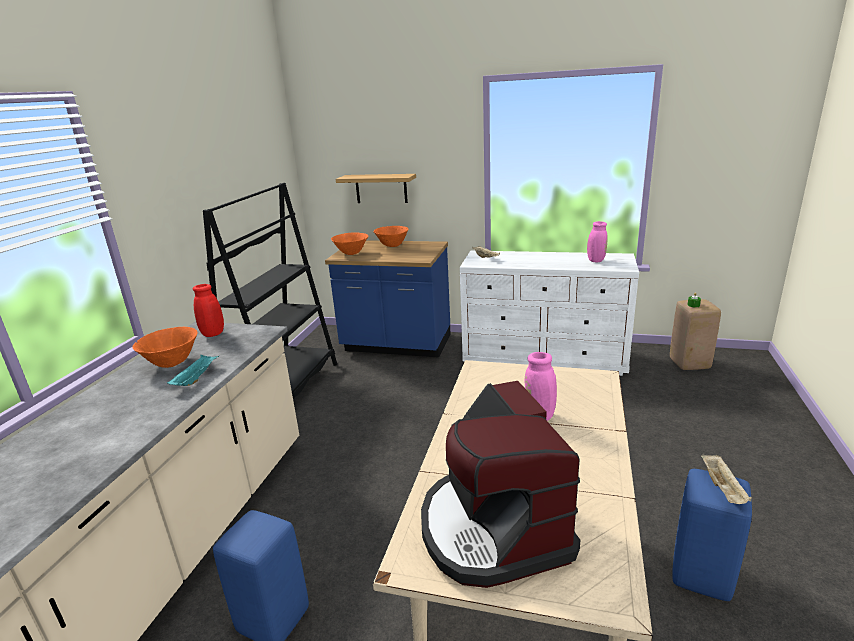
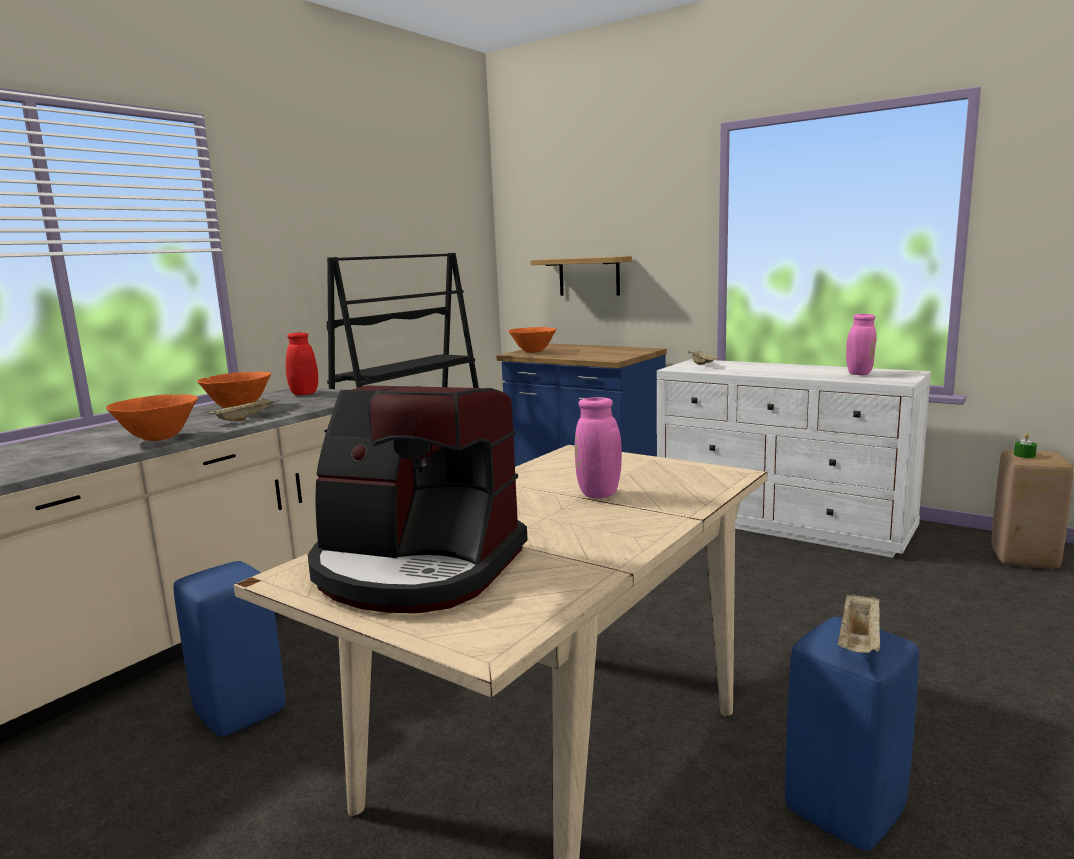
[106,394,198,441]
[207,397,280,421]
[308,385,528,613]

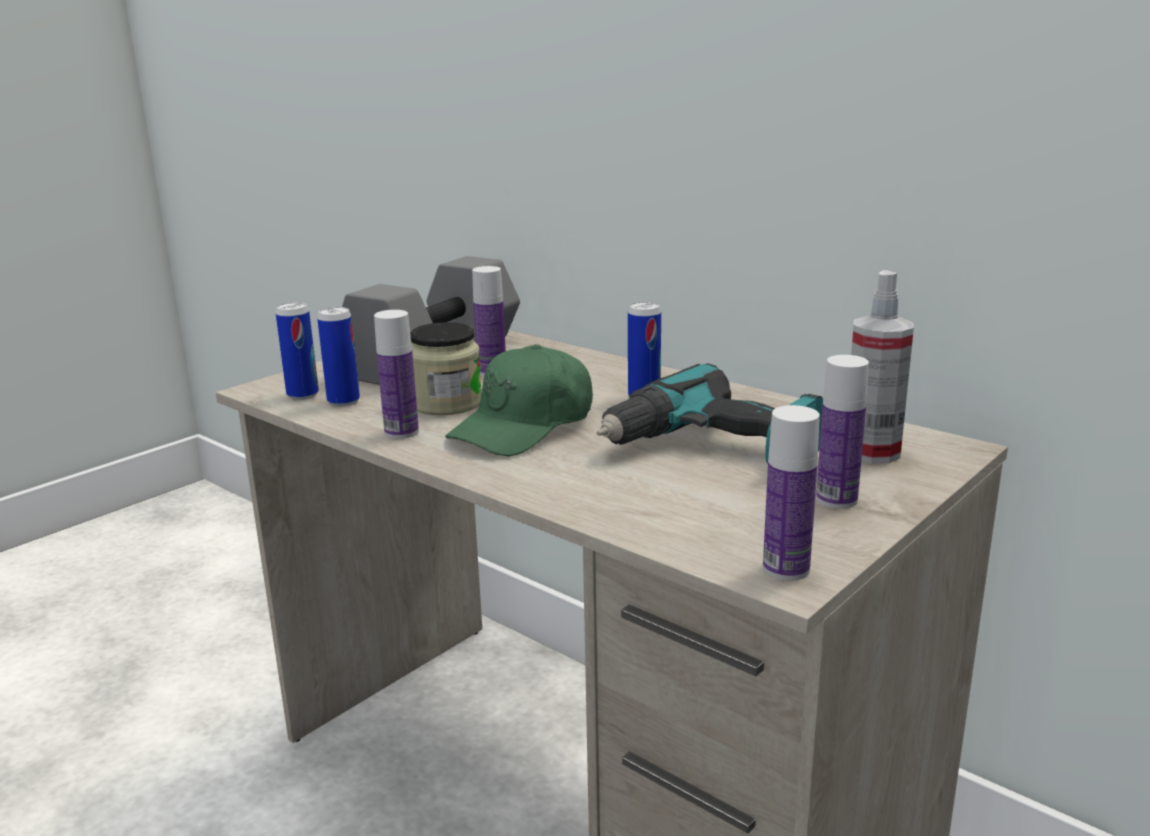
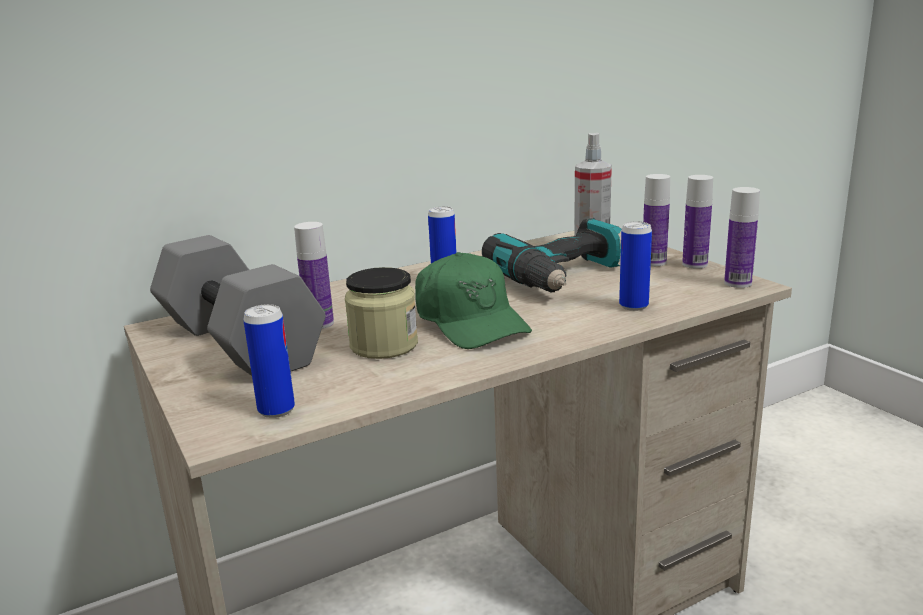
[619,221,652,311]
[682,175,713,269]

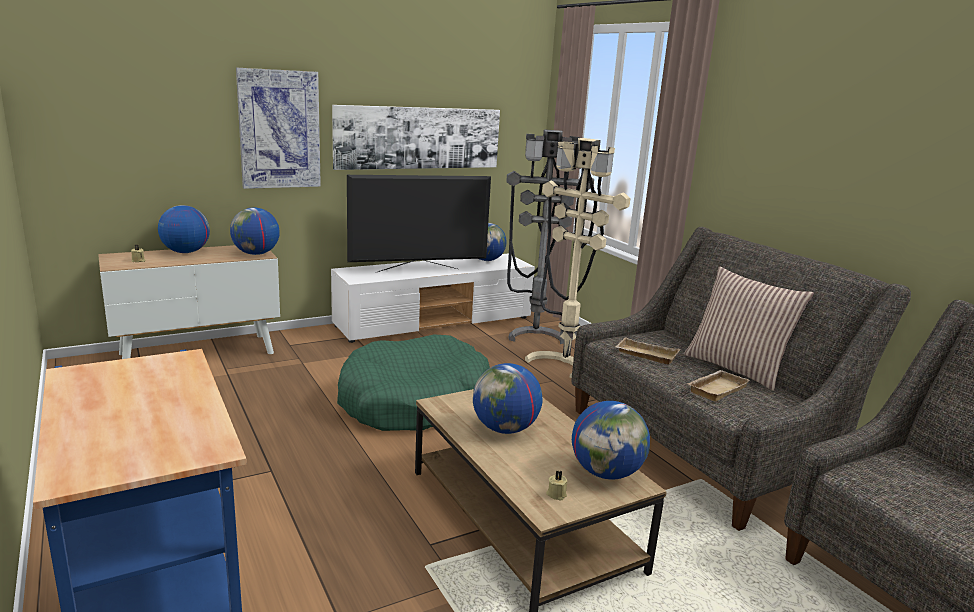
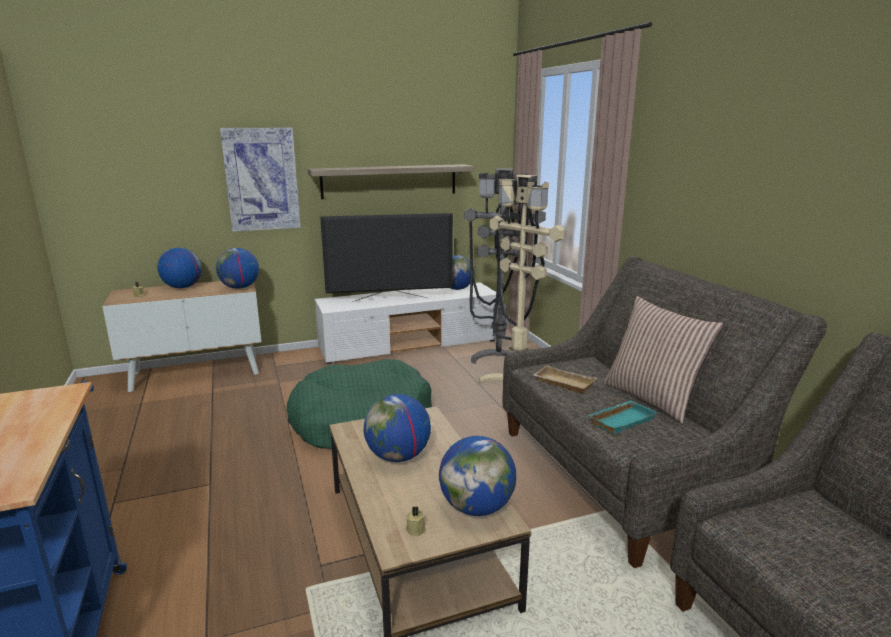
[307,164,474,199]
[589,401,657,434]

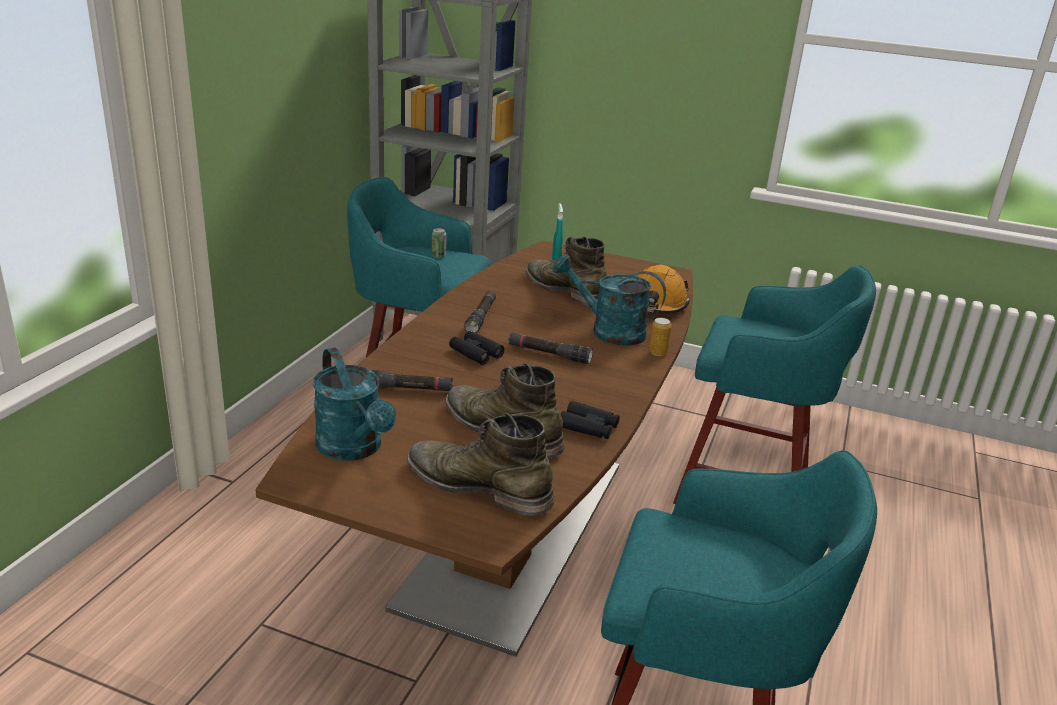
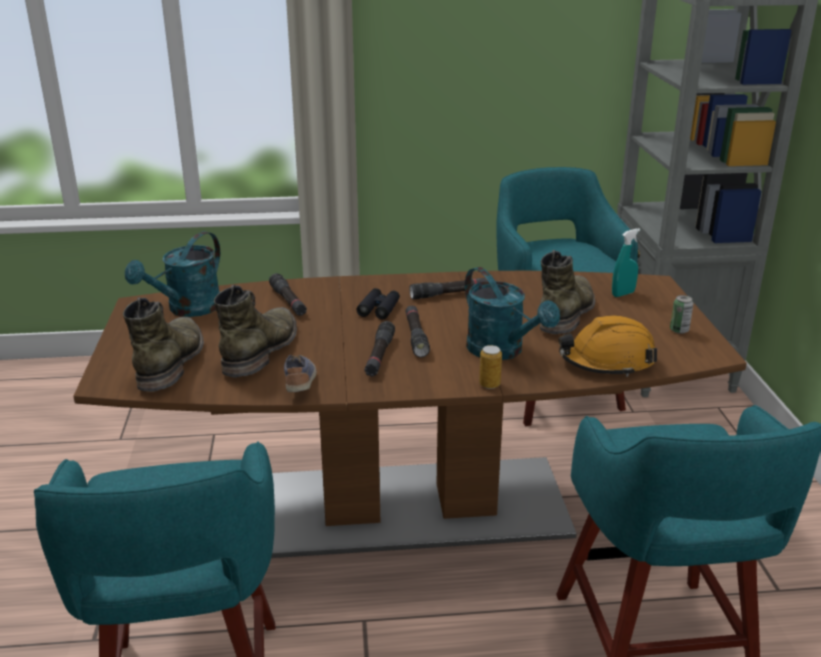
[670,295,693,334]
[465,267,560,360]
[284,355,317,392]
[365,321,395,377]

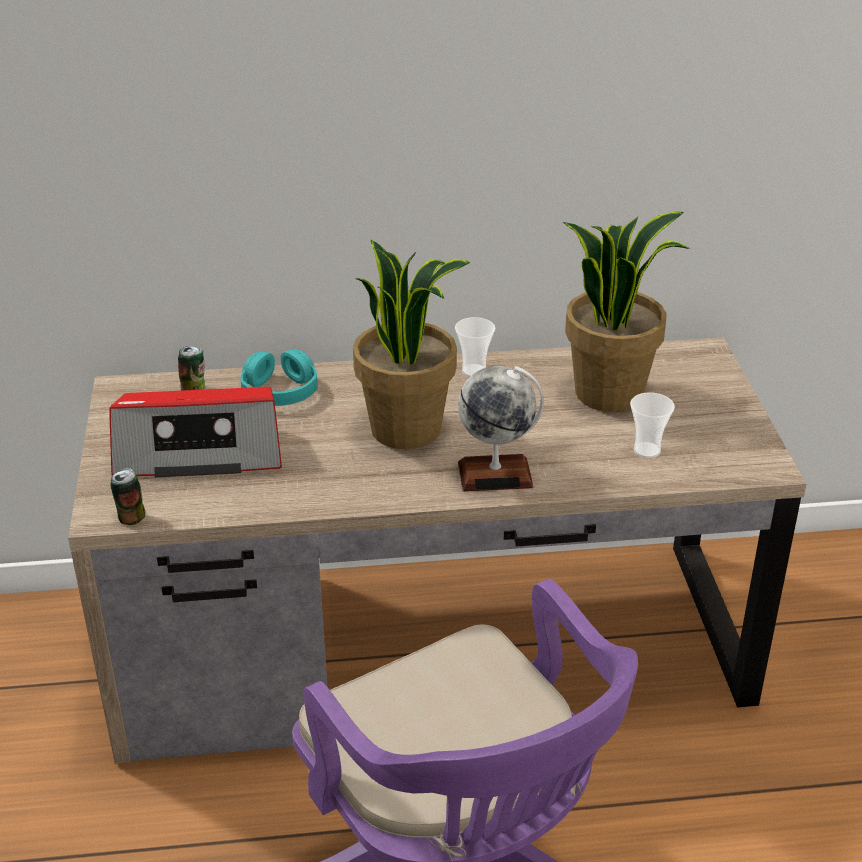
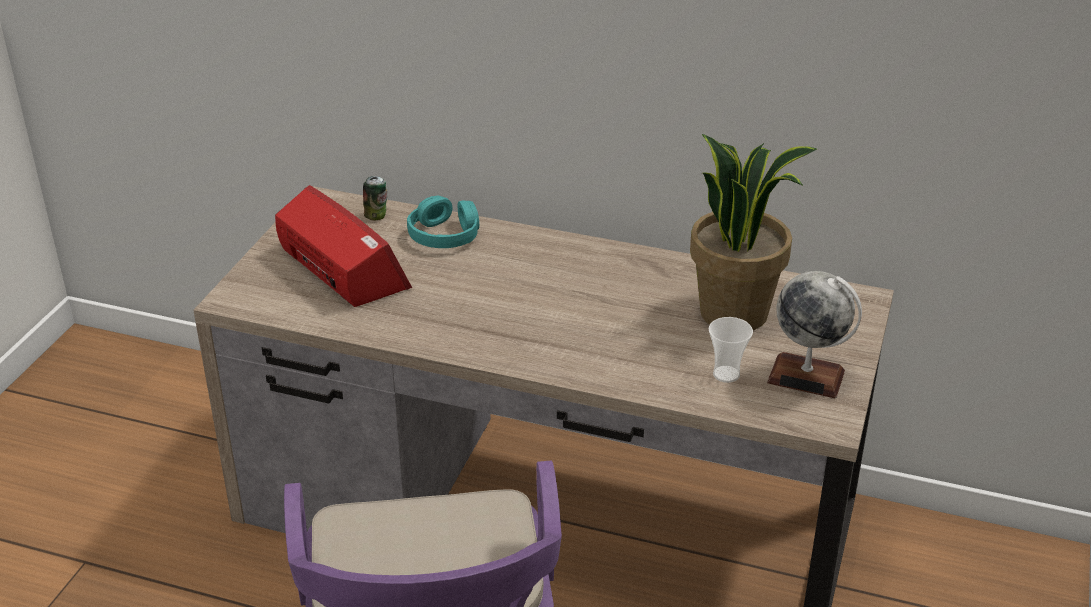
[353,240,470,449] (first image)
[455,317,495,377] (first image)
[767,271,862,398]
[275,185,412,307]
[111,468,145,525] (first image)

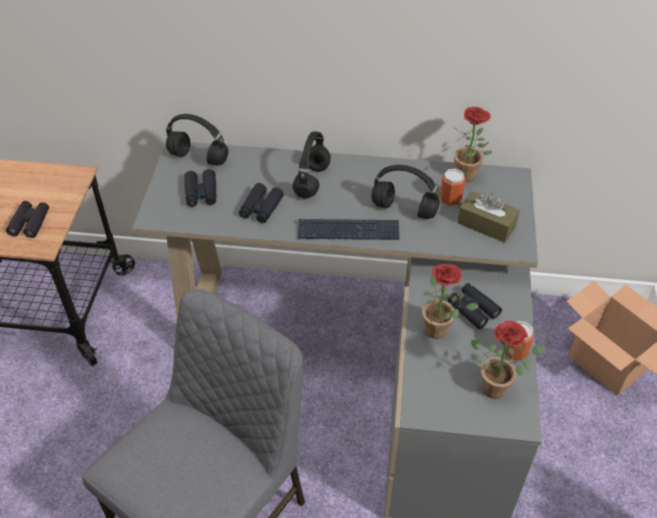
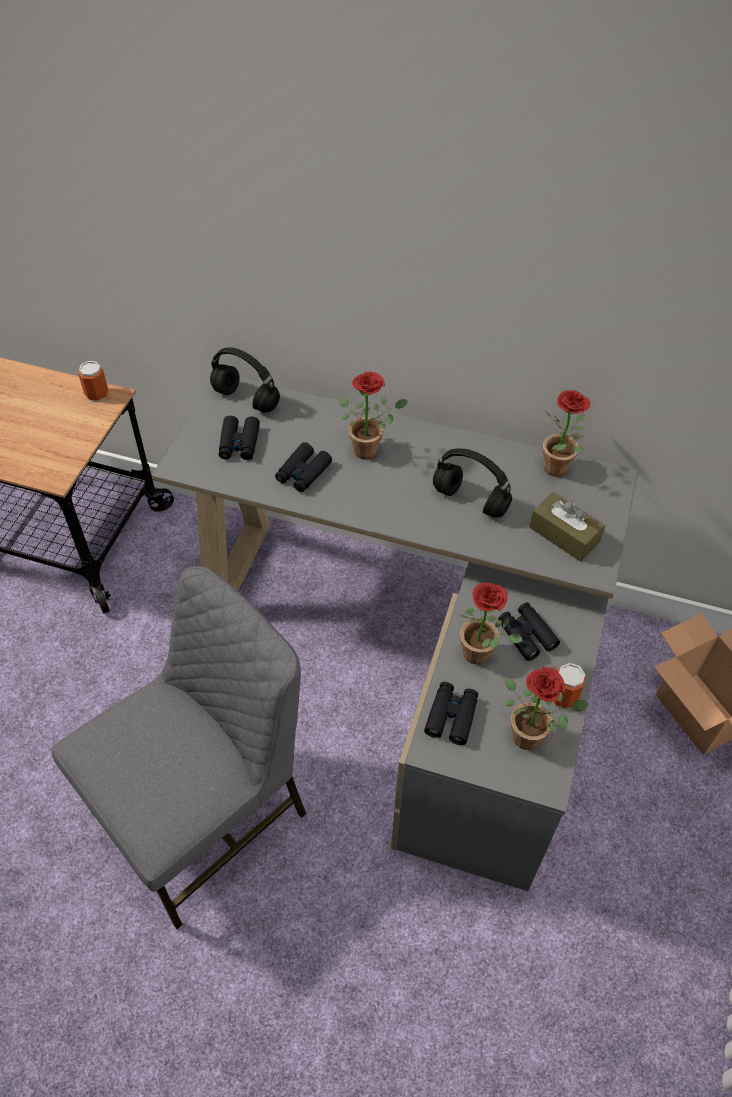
[339,372,408,460]
[78,361,108,401]
[424,682,478,745]
[298,219,400,240] (first image)

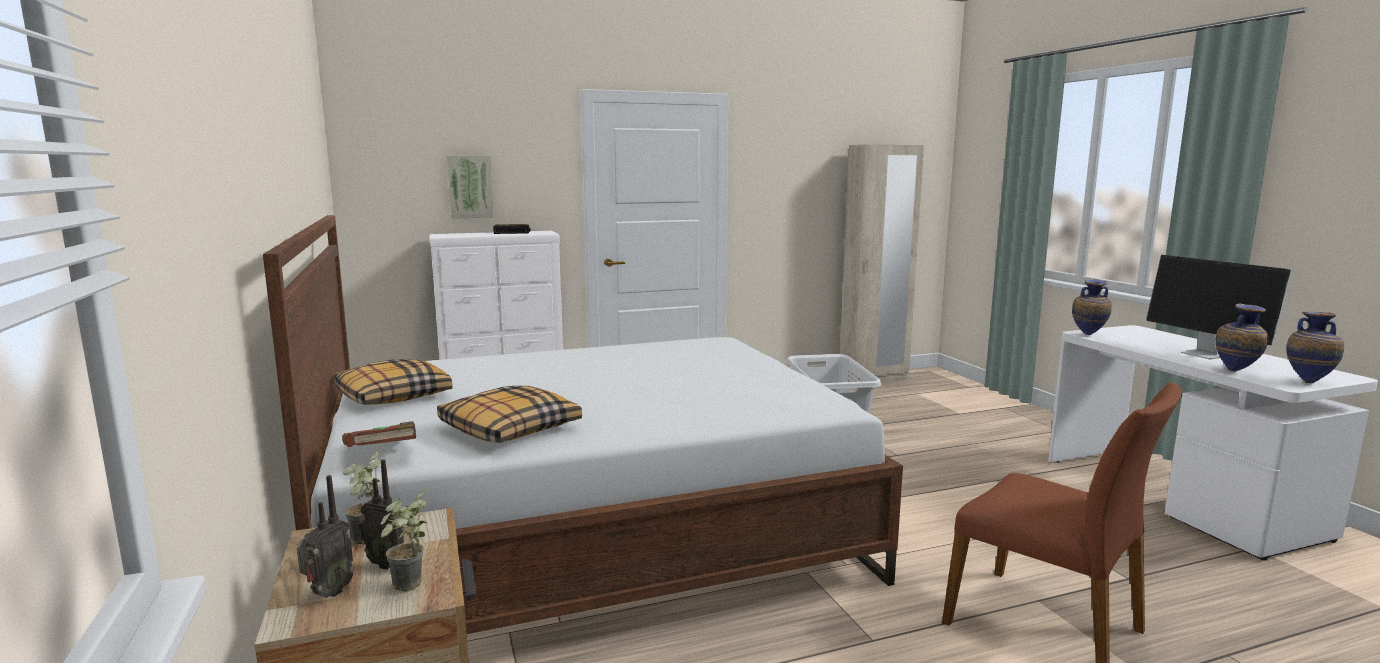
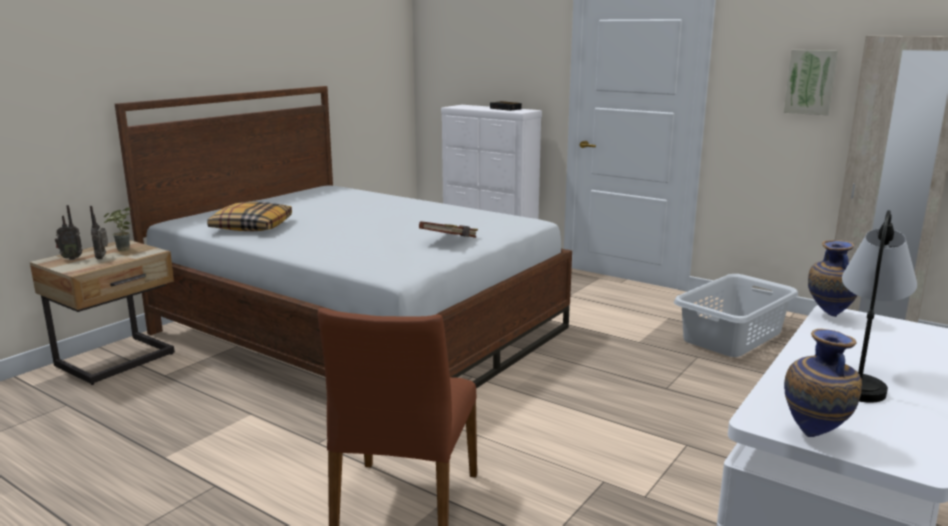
[784,50,838,115]
[842,210,917,403]
[1216,304,1269,371] (first image)
[334,359,453,405] (first image)
[419,221,478,238]
[381,487,428,592] (first image)

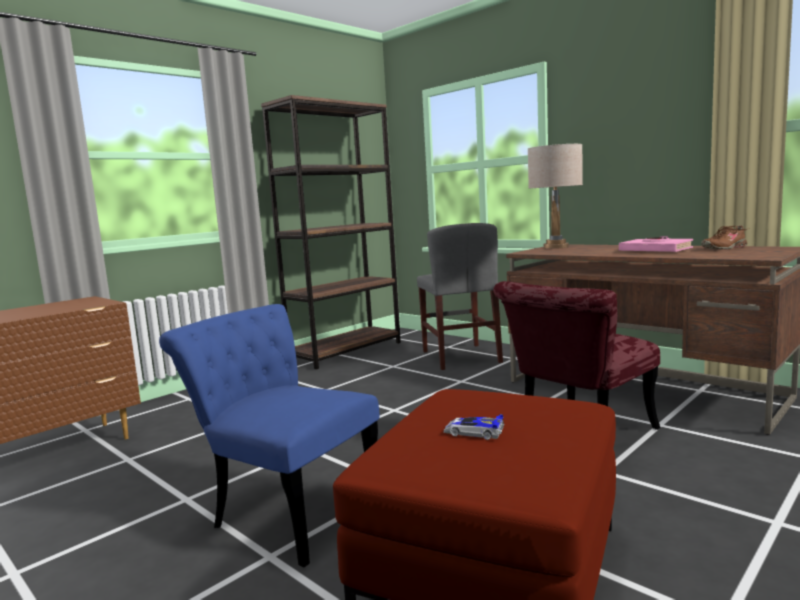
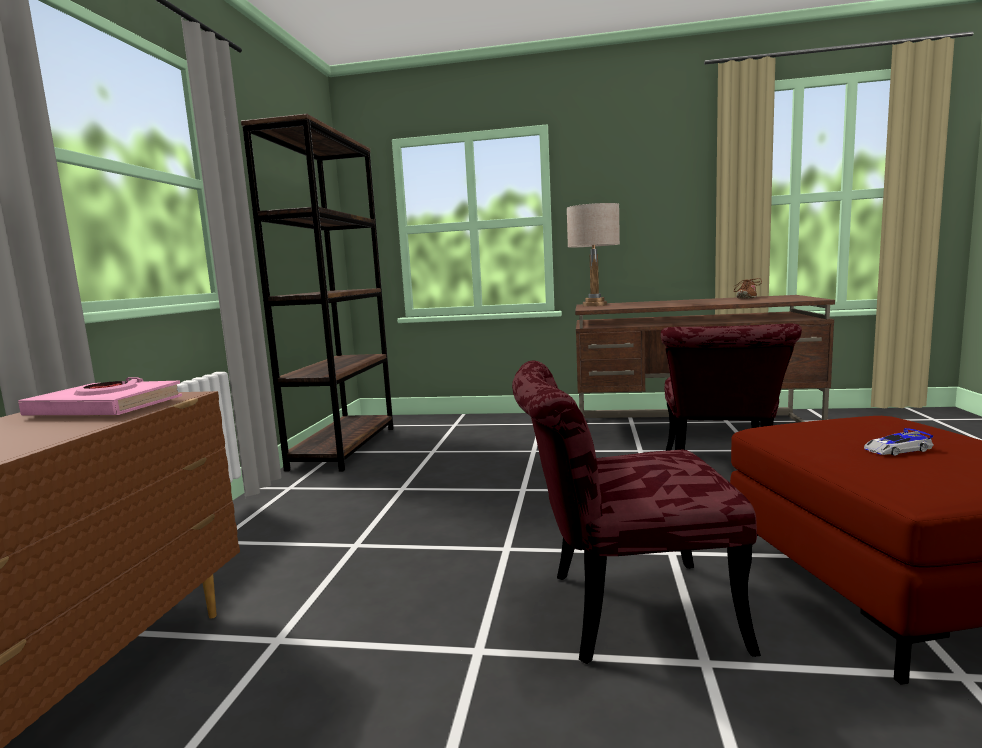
[417,223,503,370] (first image)
[18,377,182,415]
[512,361,761,664]

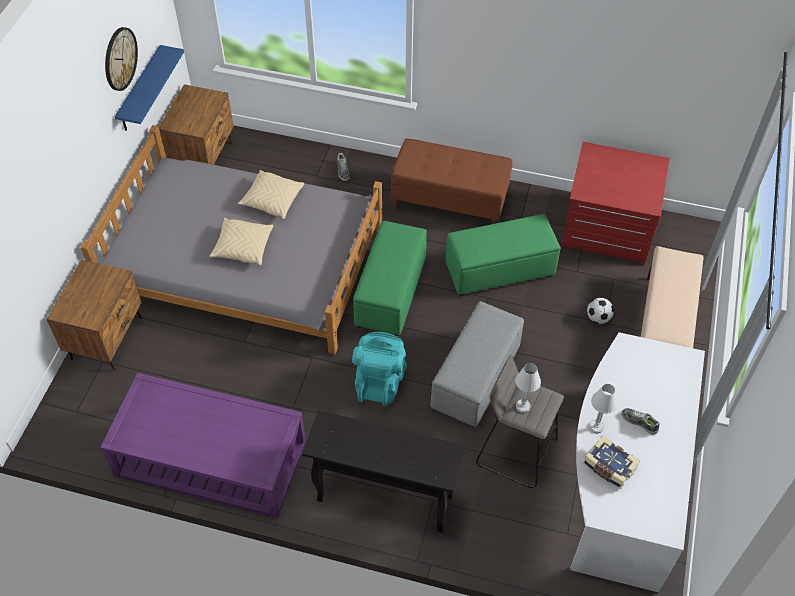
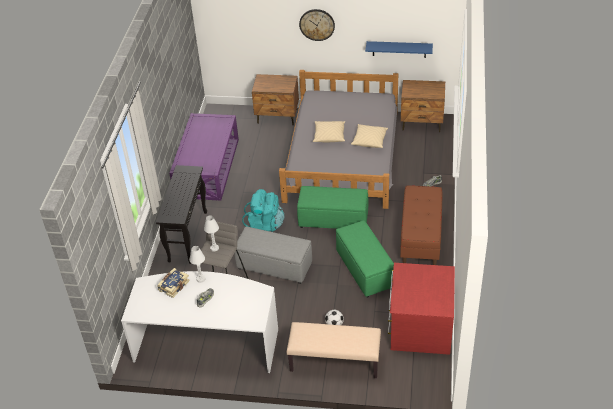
[299,9,335,41]

